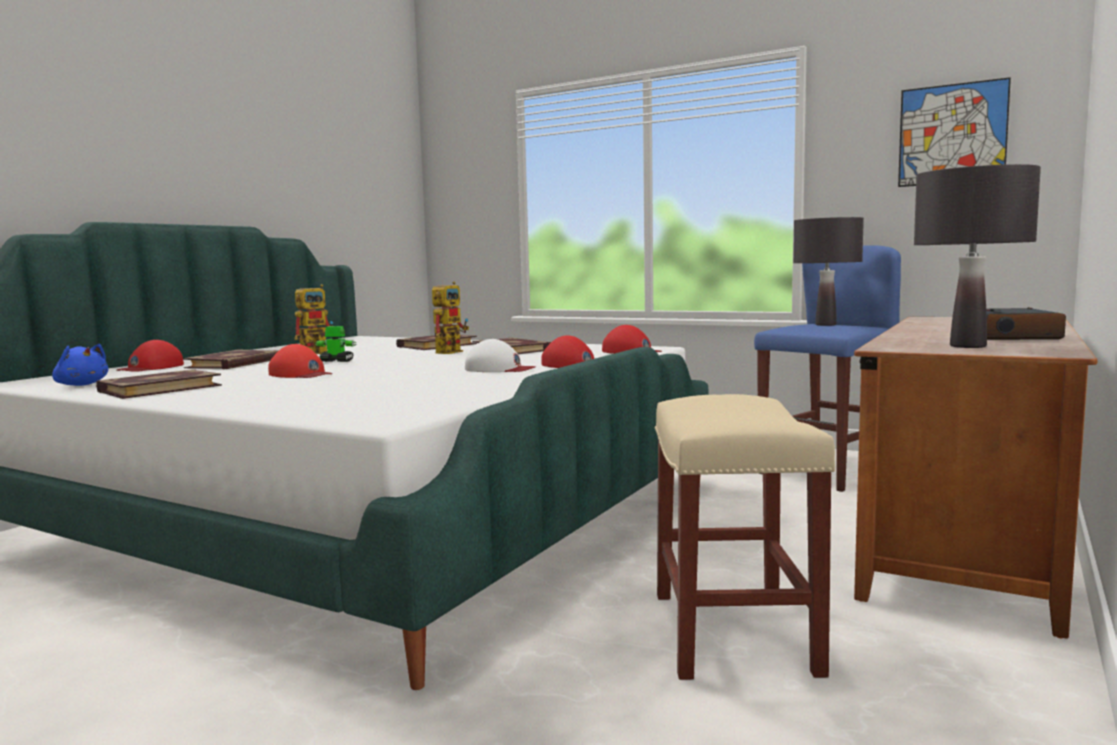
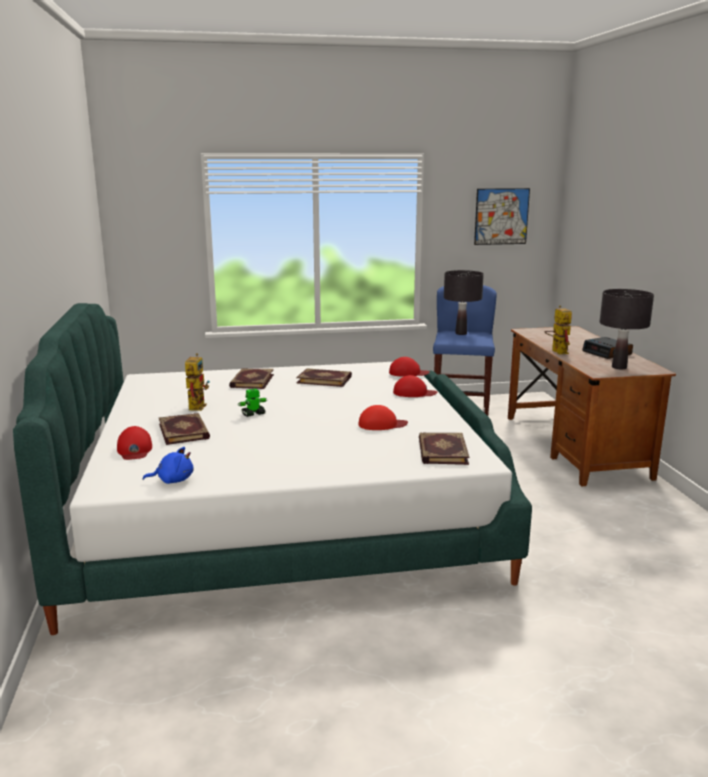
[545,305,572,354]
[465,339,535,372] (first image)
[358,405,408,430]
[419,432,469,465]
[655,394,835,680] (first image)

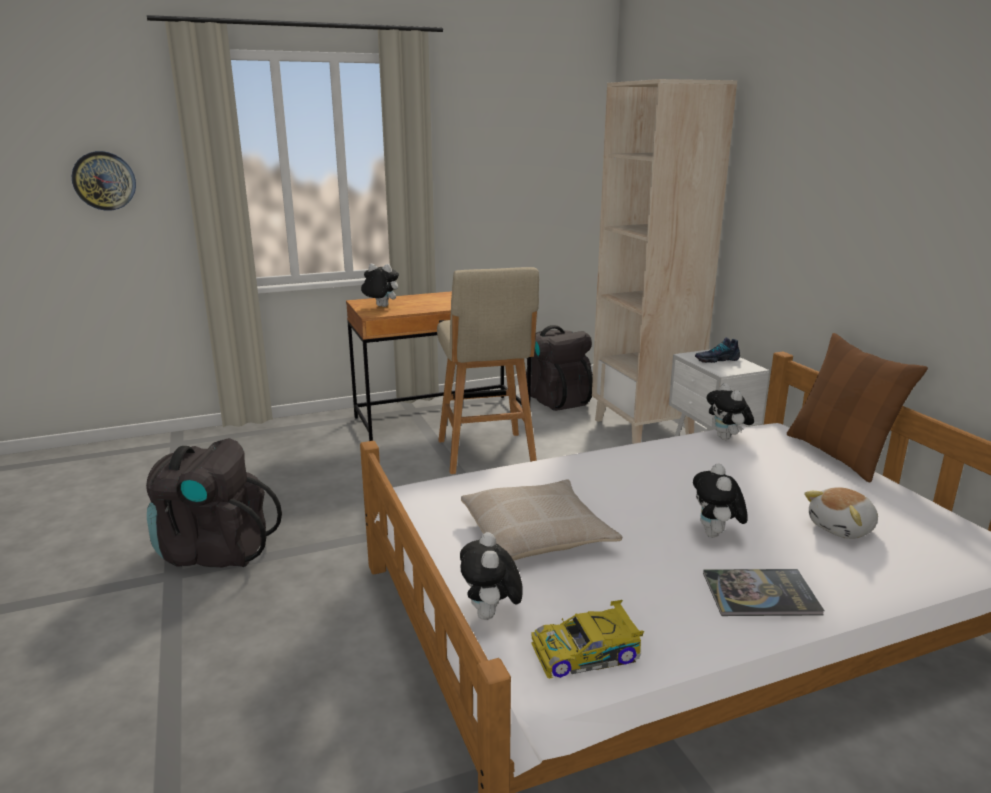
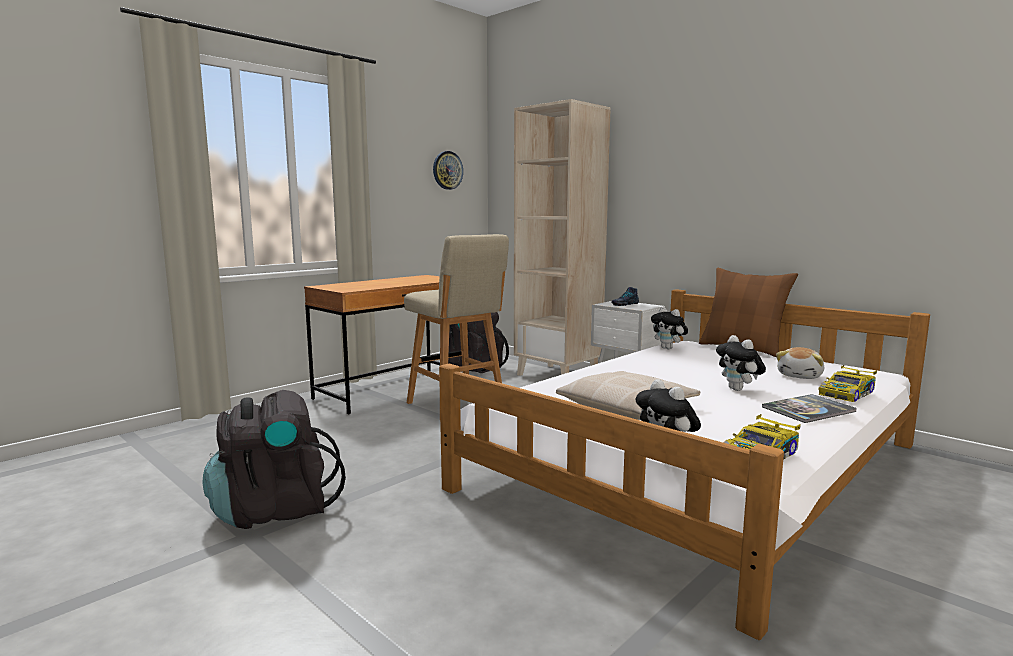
[433,151,463,190]
[361,264,399,307] (first image)
[819,365,877,402]

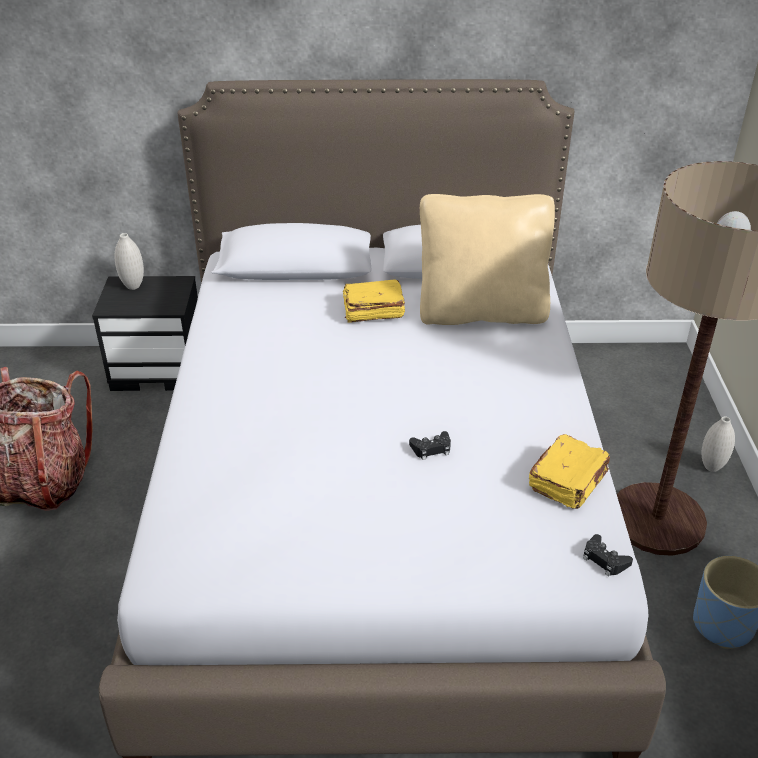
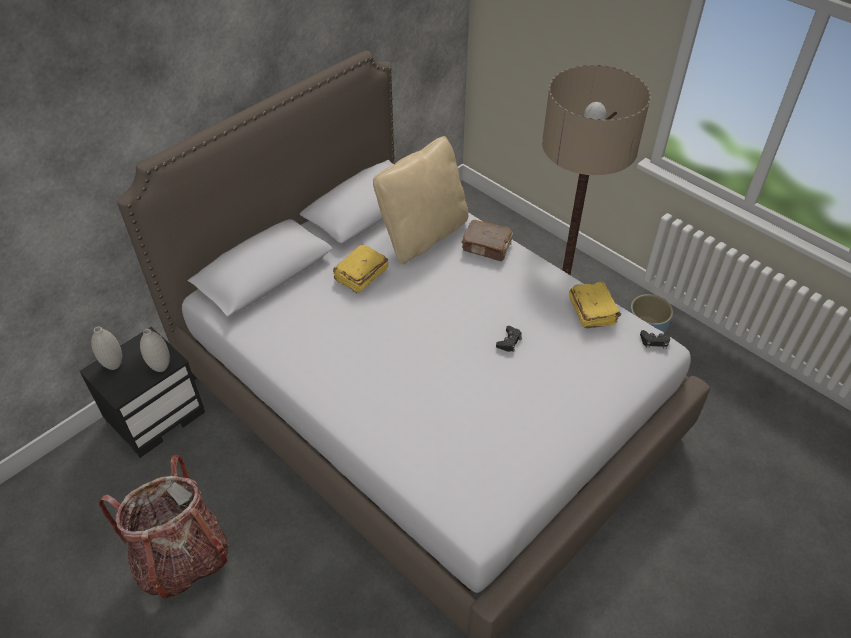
[140,329,170,372]
[461,220,513,261]

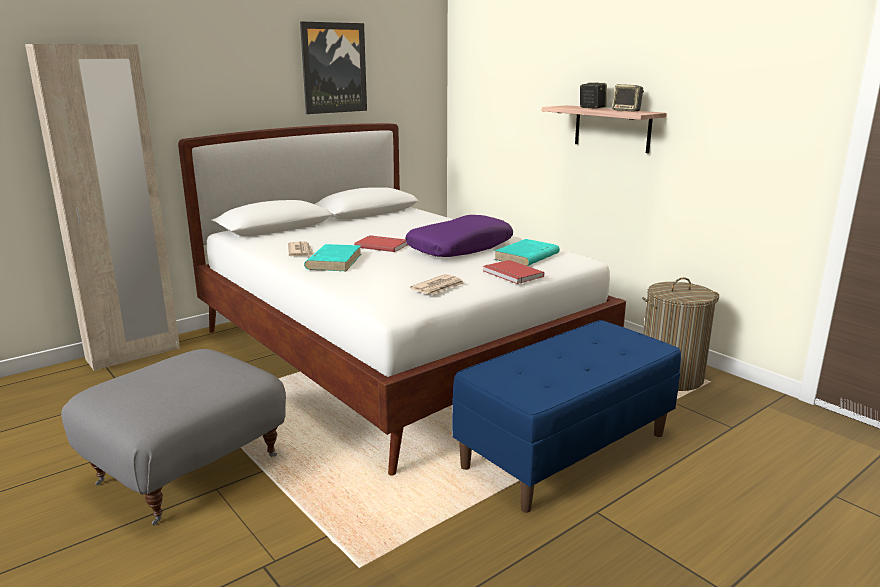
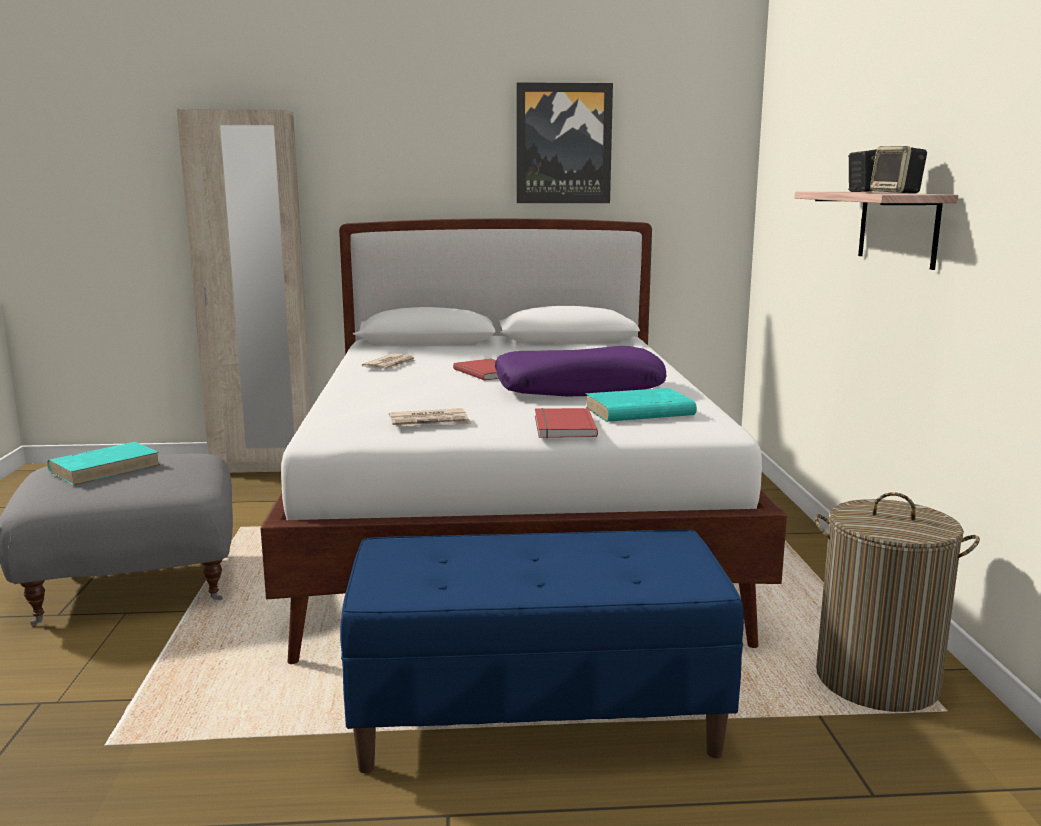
[47,442,160,485]

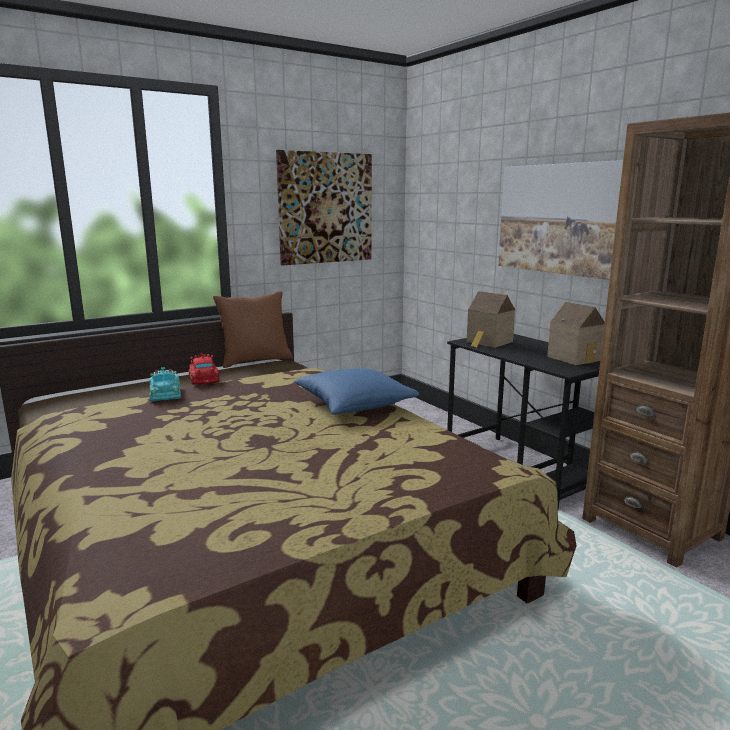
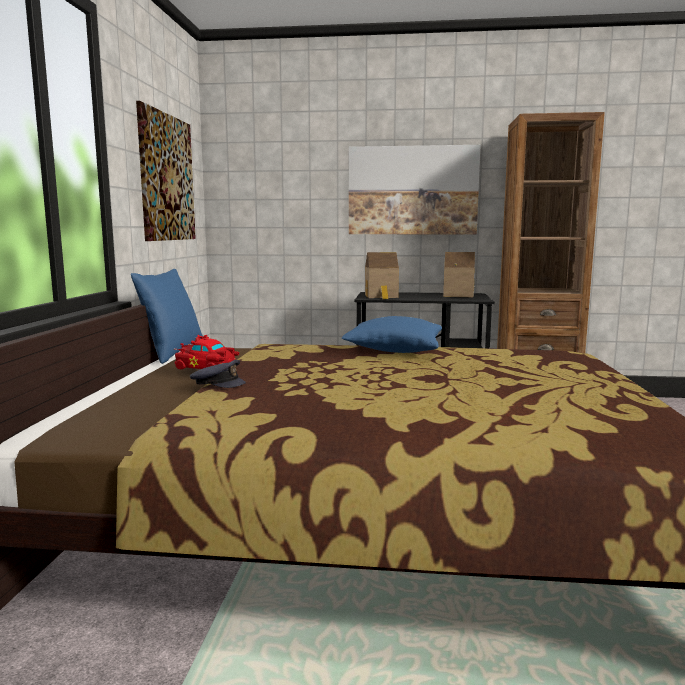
[131,269,203,364]
[190,360,246,388]

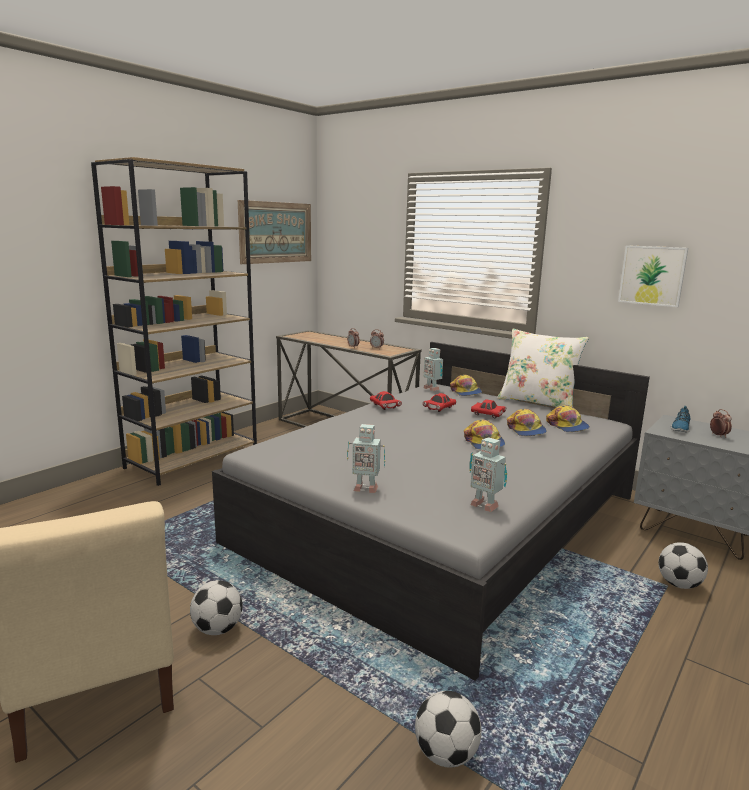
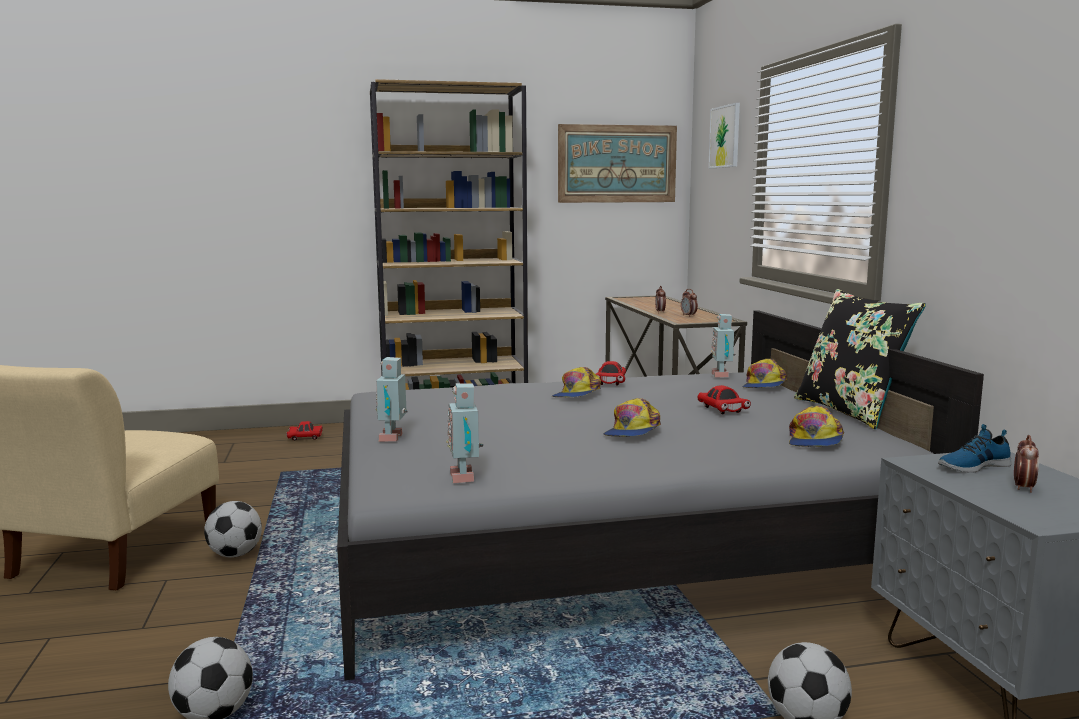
[708,103,740,169]
[794,289,926,429]
[286,421,322,440]
[552,367,601,397]
[375,357,407,442]

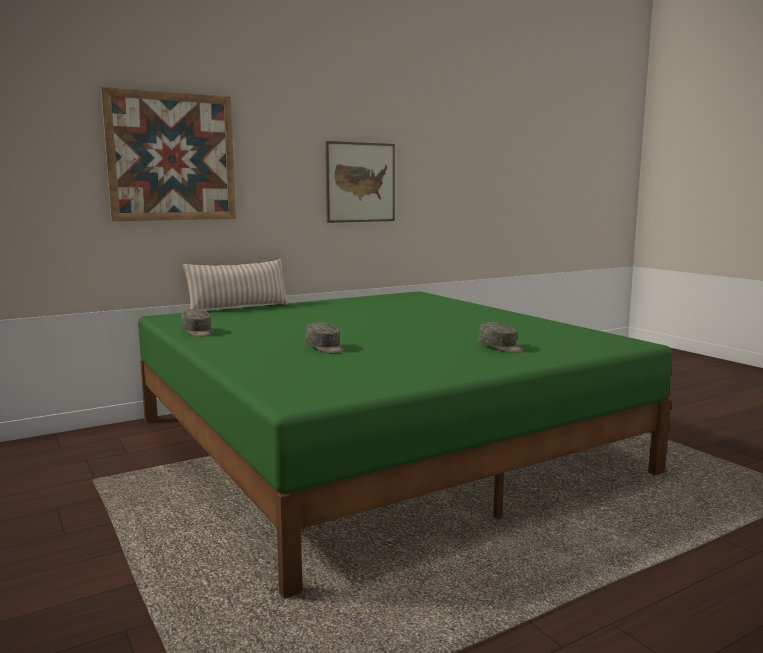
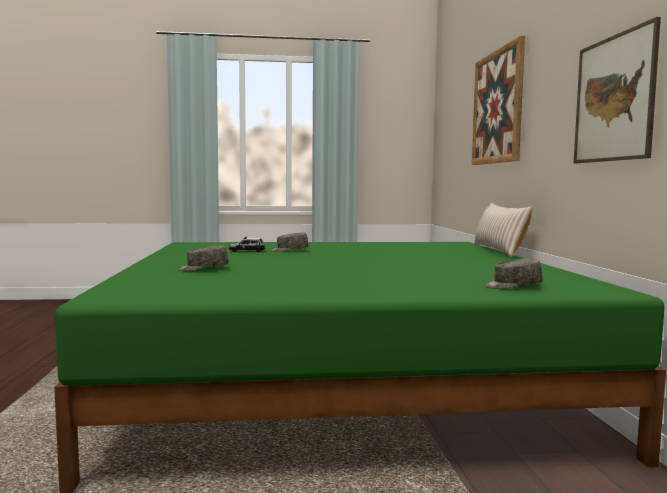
[484,258,542,289]
[229,237,265,252]

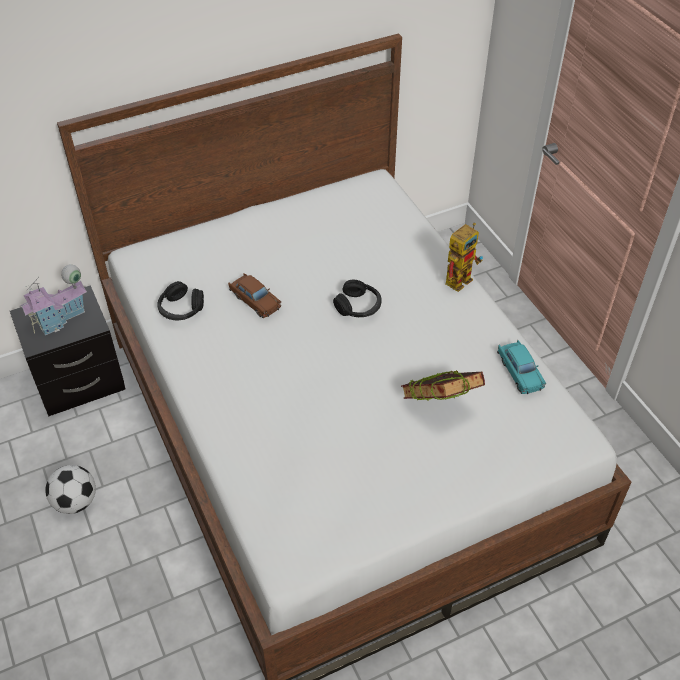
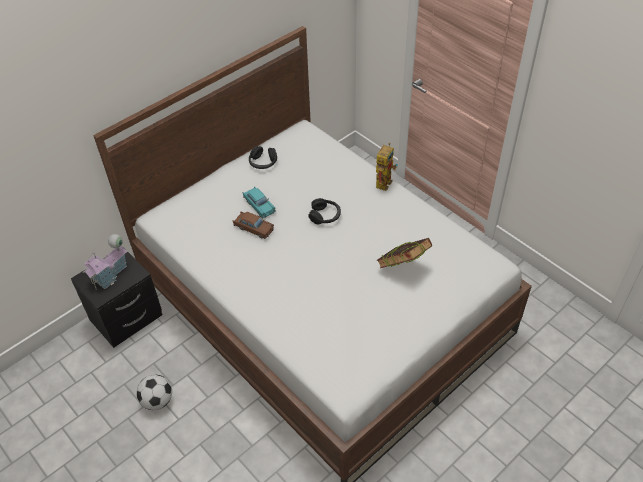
[249,146,277,169]
[243,186,276,218]

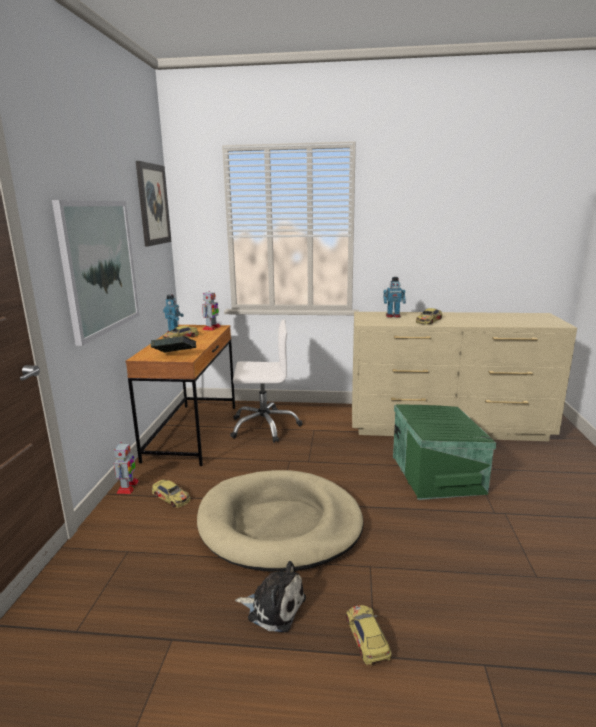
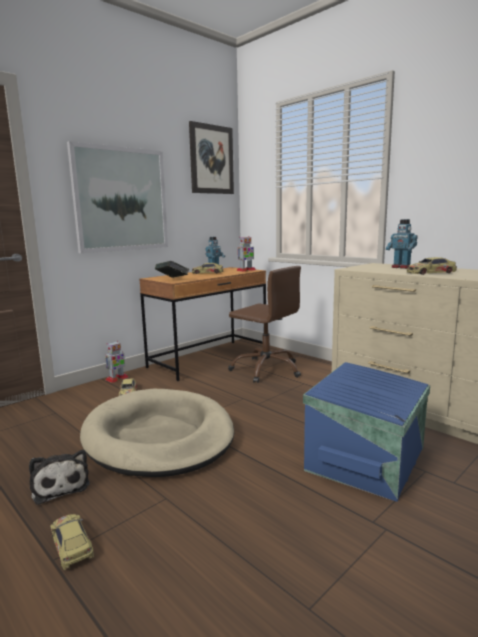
[228,266,301,383]
[303,362,430,502]
[50,514,94,570]

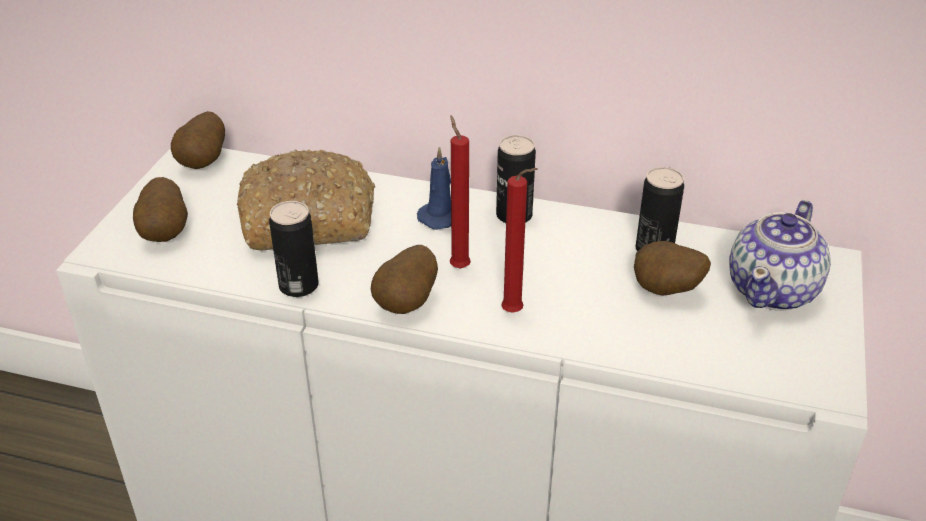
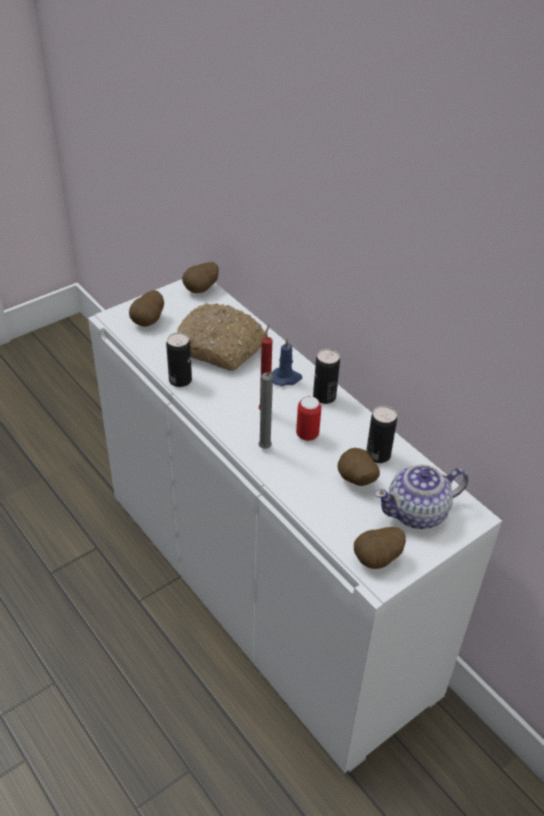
[258,372,274,449]
[354,527,406,569]
[296,396,321,441]

